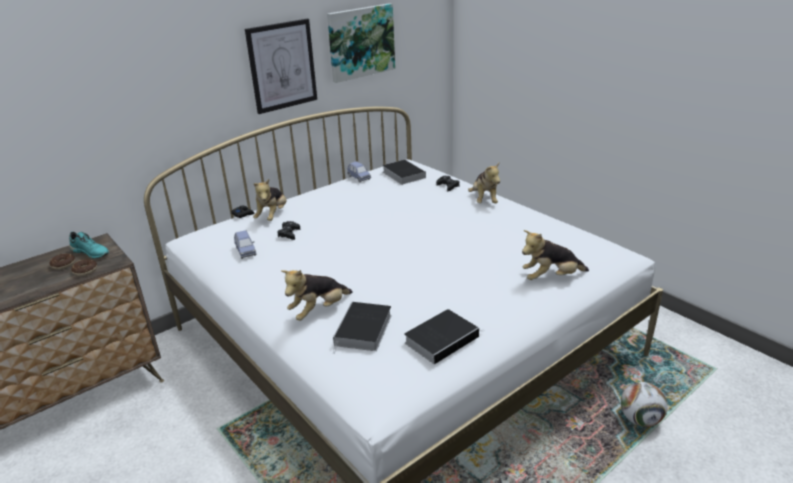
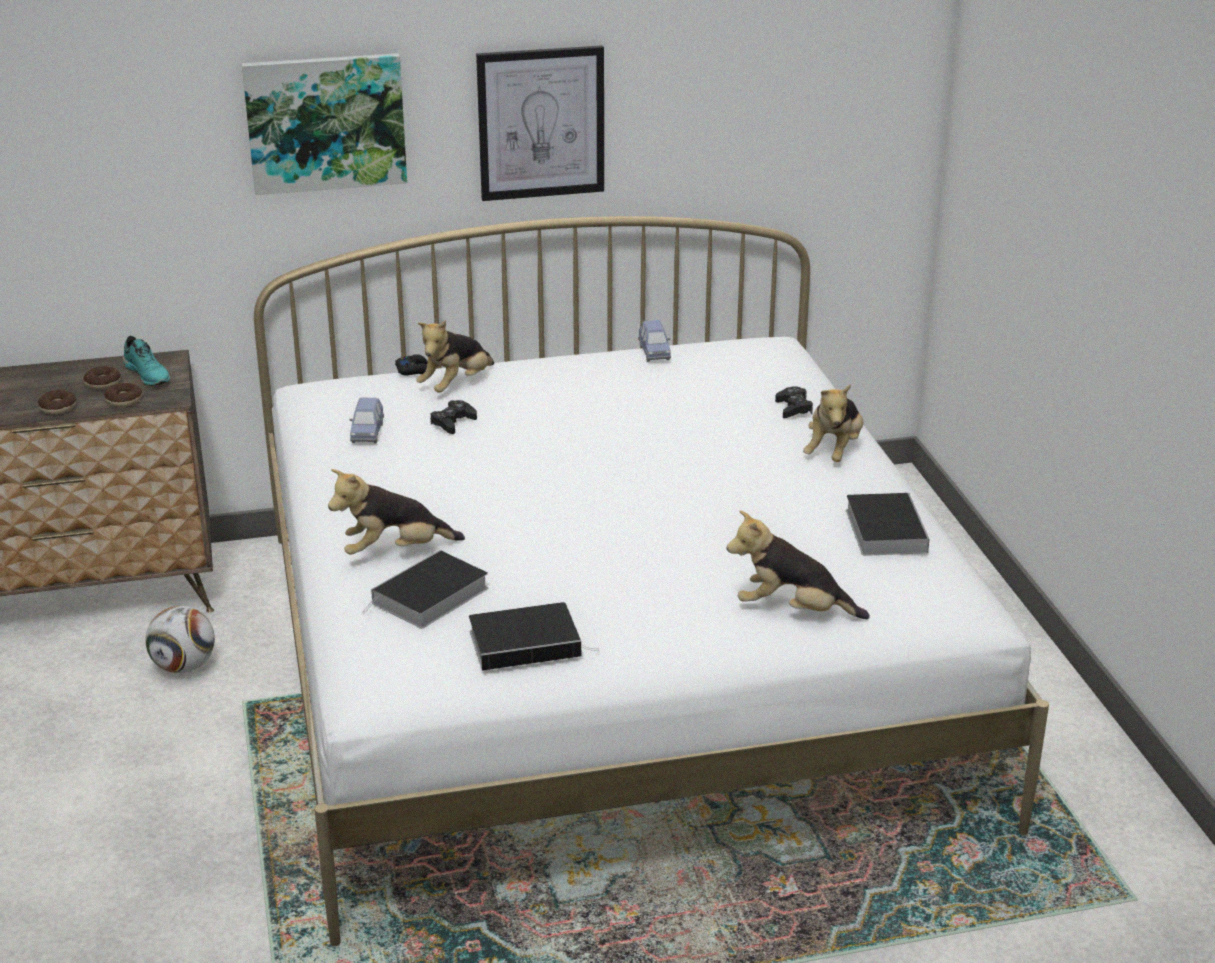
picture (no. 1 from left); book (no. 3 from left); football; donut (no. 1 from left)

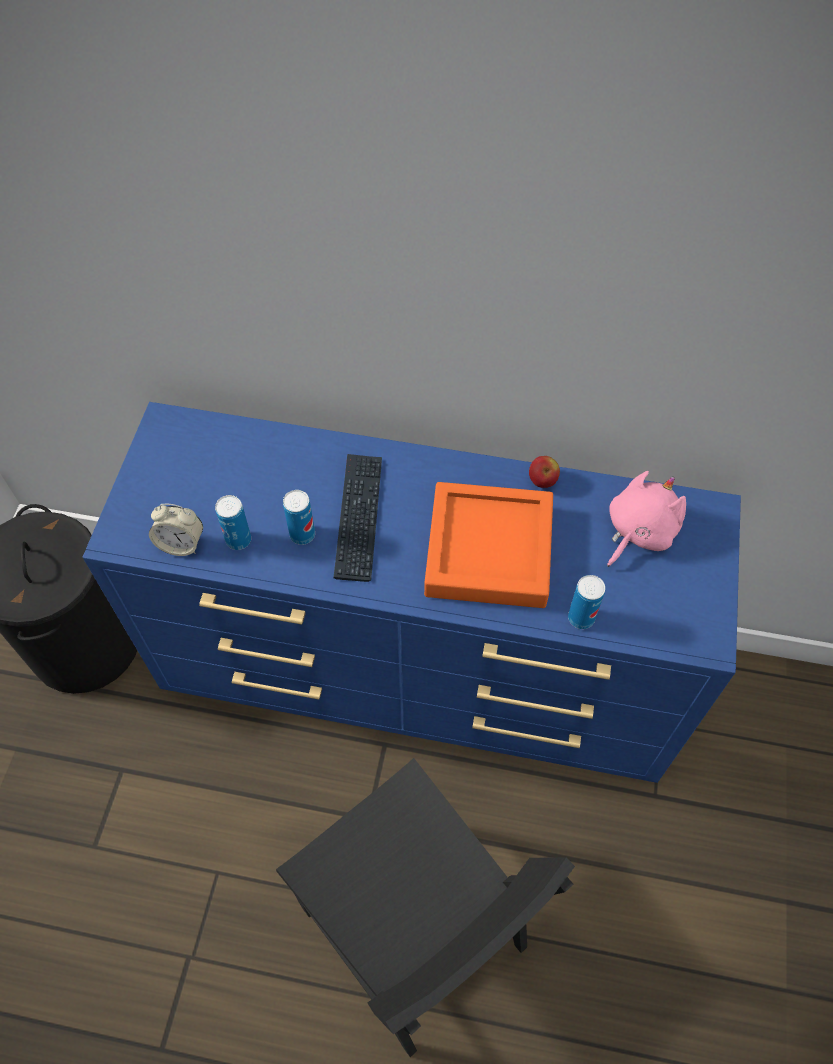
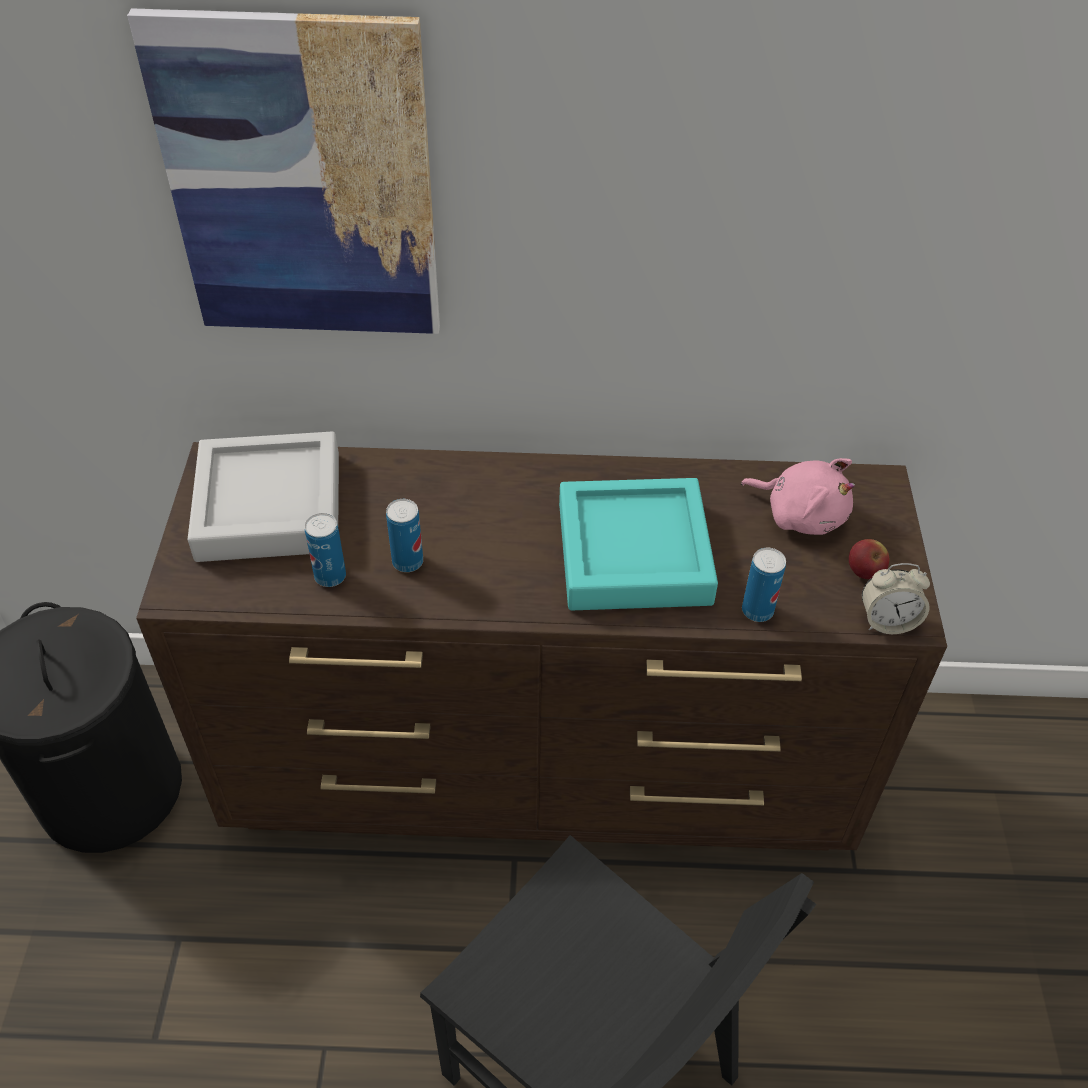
brown dresser; alarm clock; keyboard; turquoise tray; apple; pink plush toy; picture; grey tray

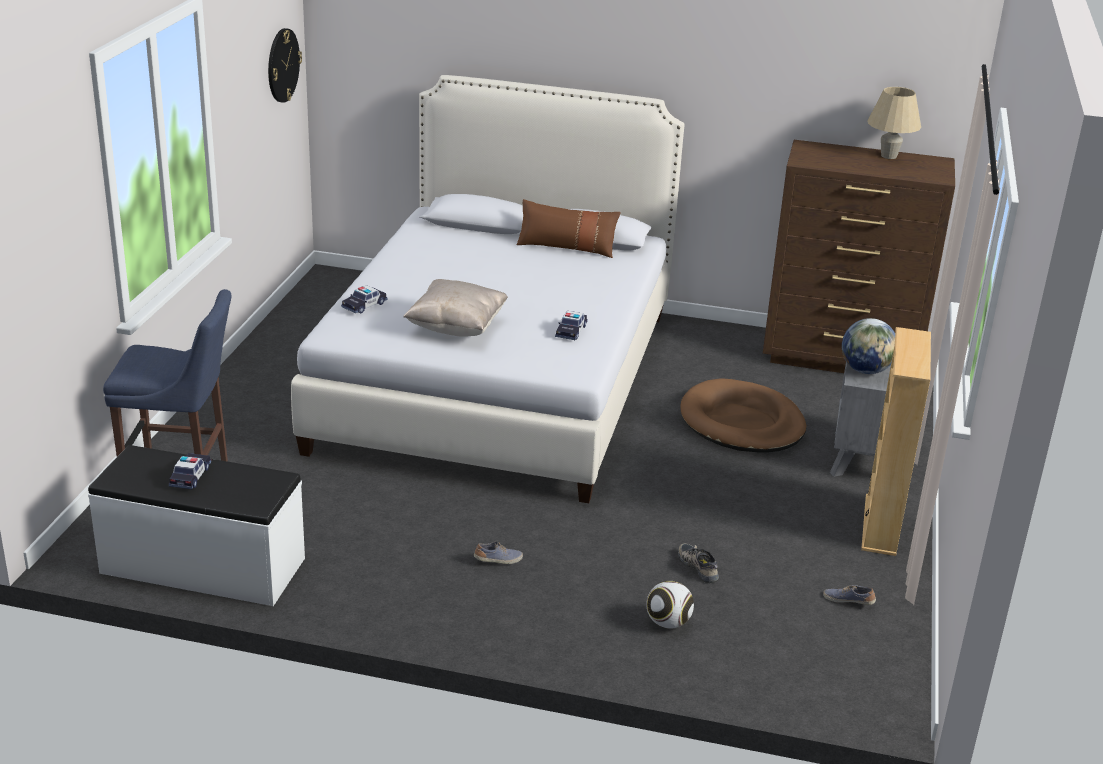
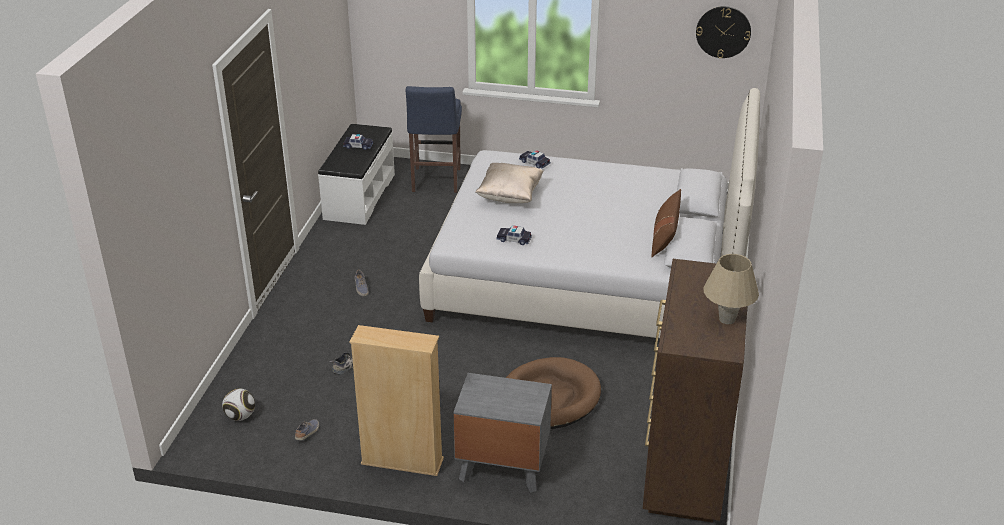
football; globe

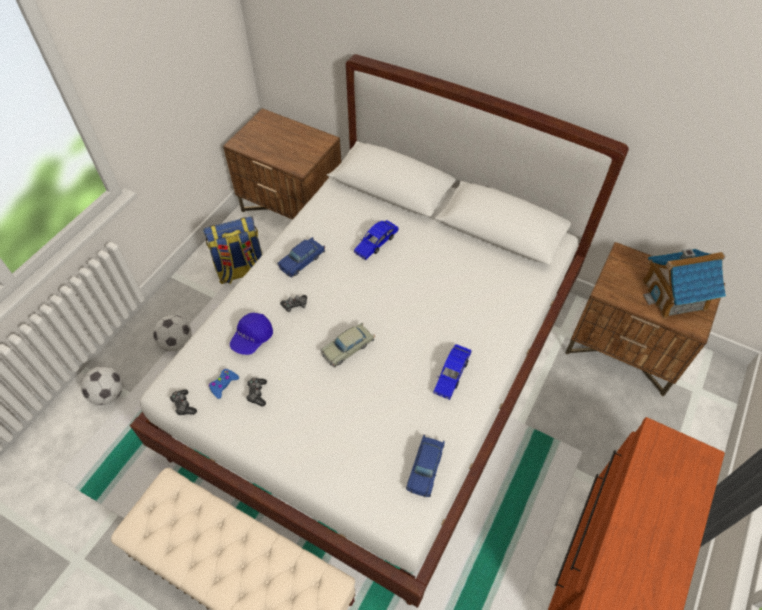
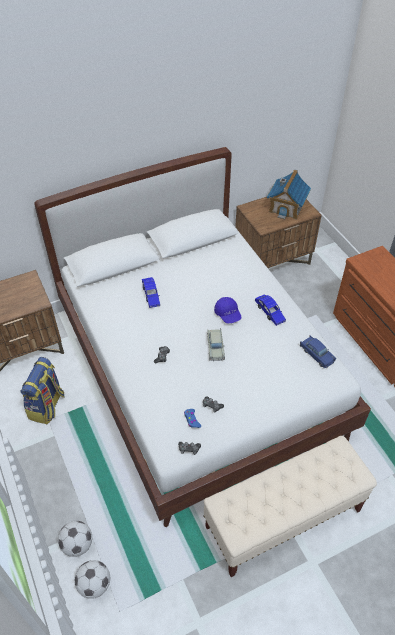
football (no. 2 from left); blue cap; blue toy car (no. 1 from left in the first image)

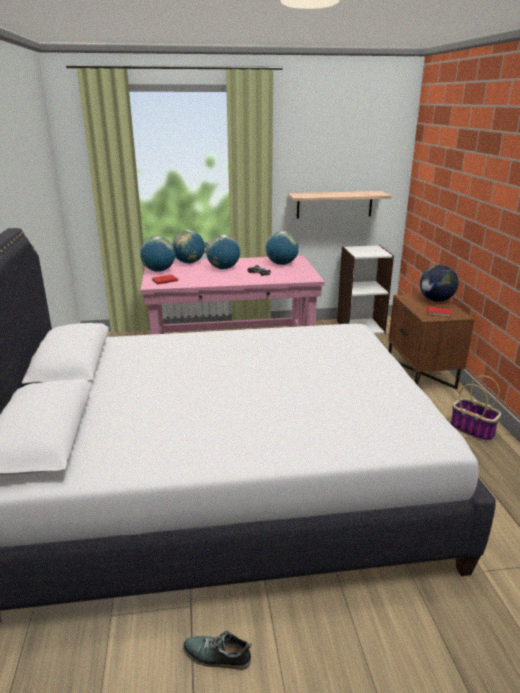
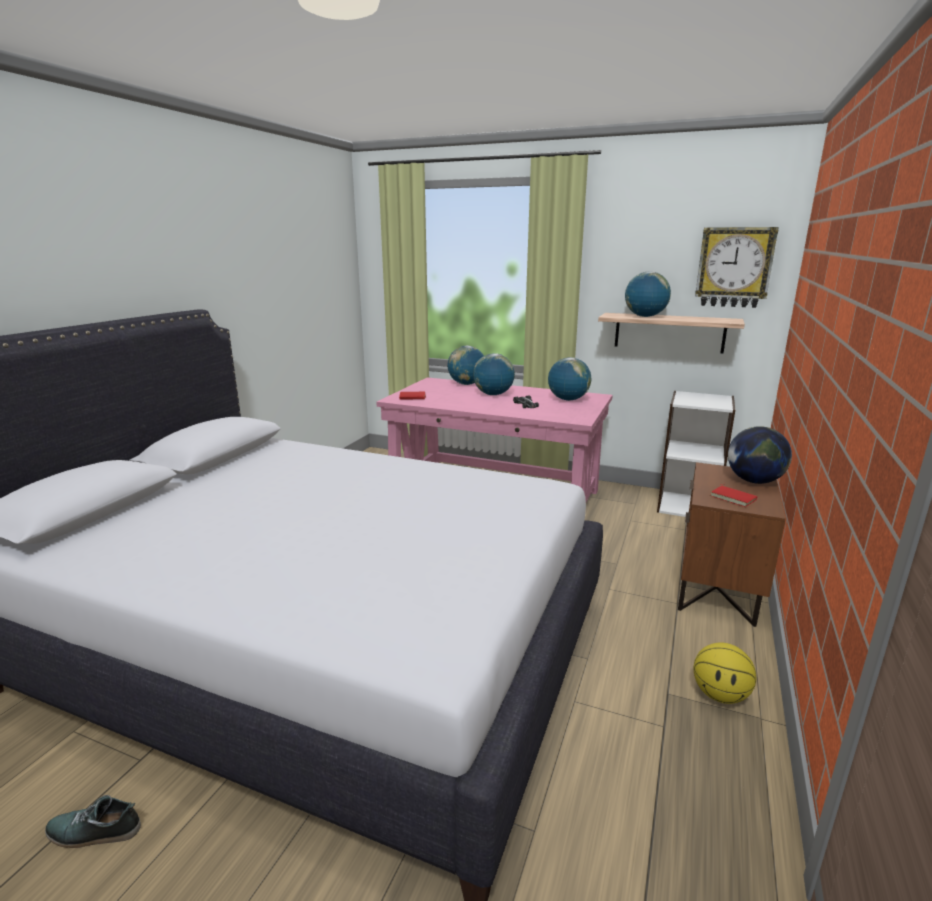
globe (no. 4 from left); shoe; basketball; wall clock

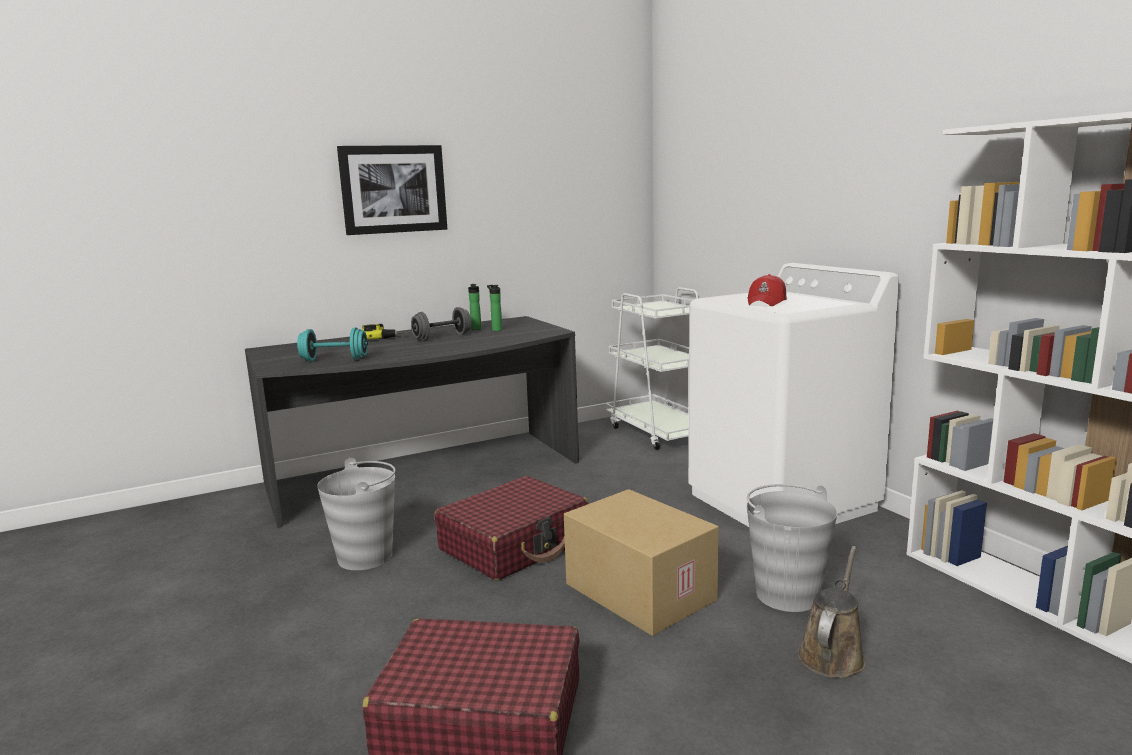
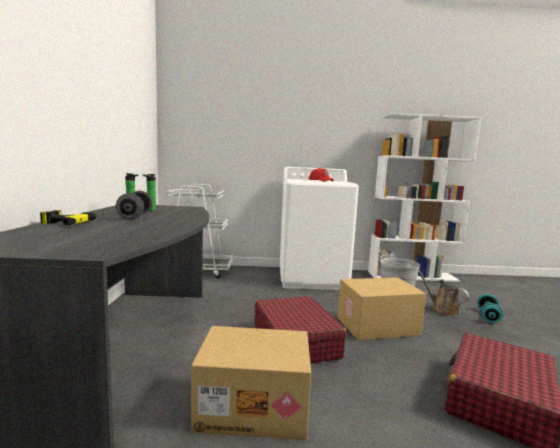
turquoise dumbbell; cardboard box (no. 1 from left); picture

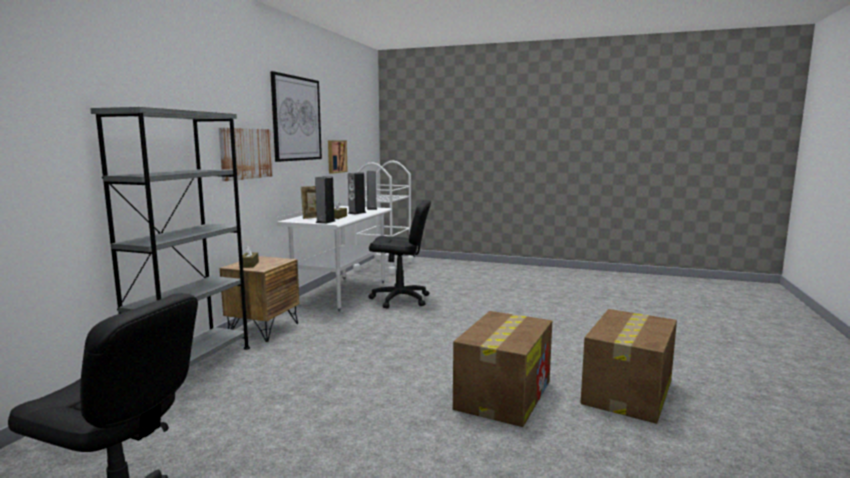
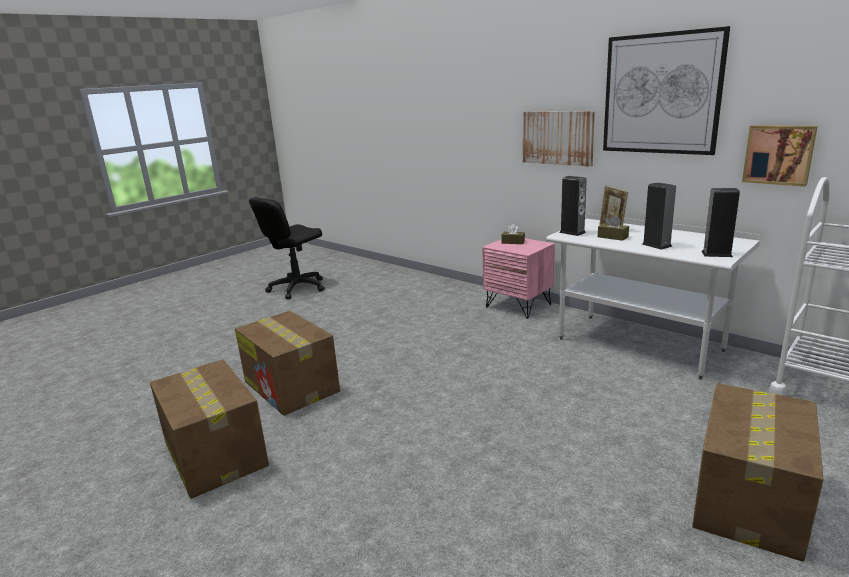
grey bookcase; pink nightstand; black office chair (no. 2 from left in the first image); cardboard box (no. 3 from left)

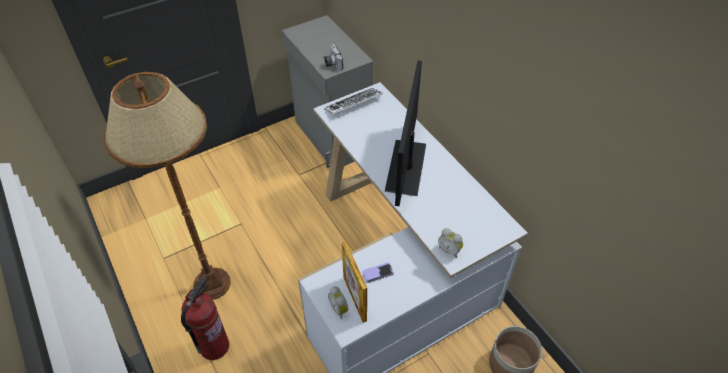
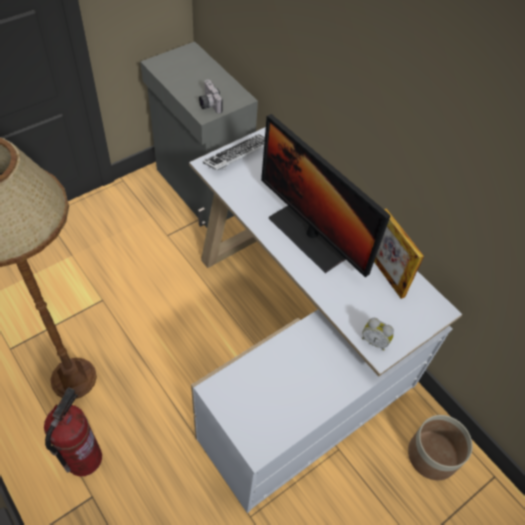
alarm clock (no. 1 from left in the first image); picture frame; phone; monitor

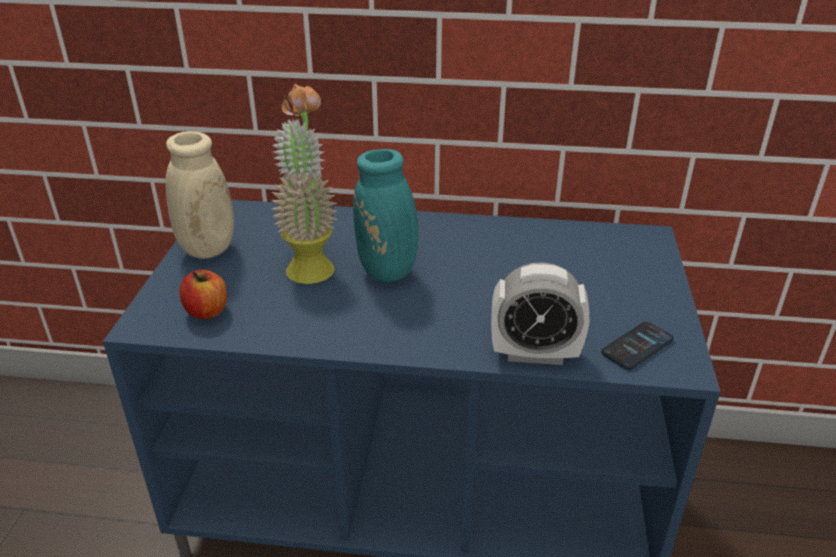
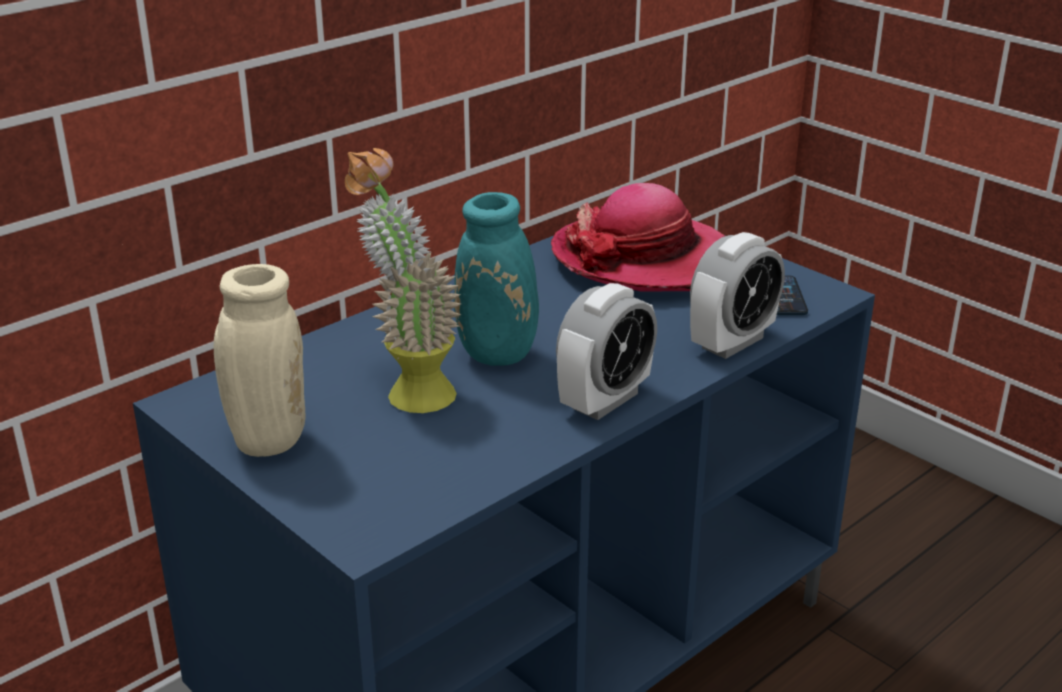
apple; hat; alarm clock (no. 1 from left)

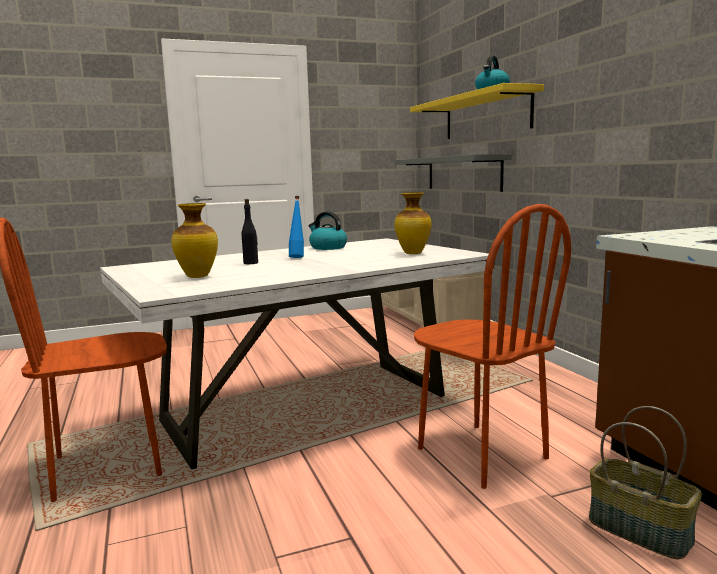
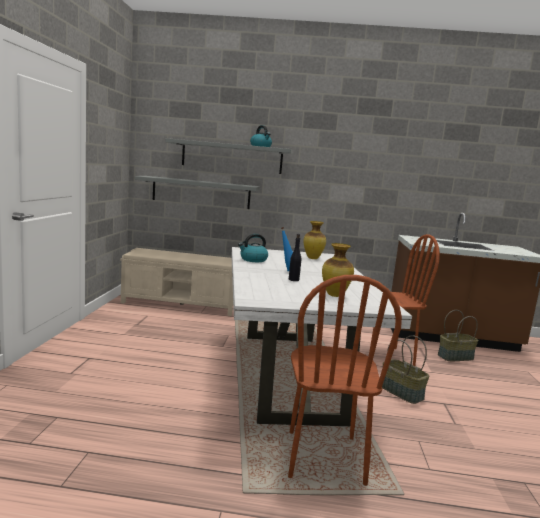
grey shelf (no. 2 from left); basket (no. 1 from left)

